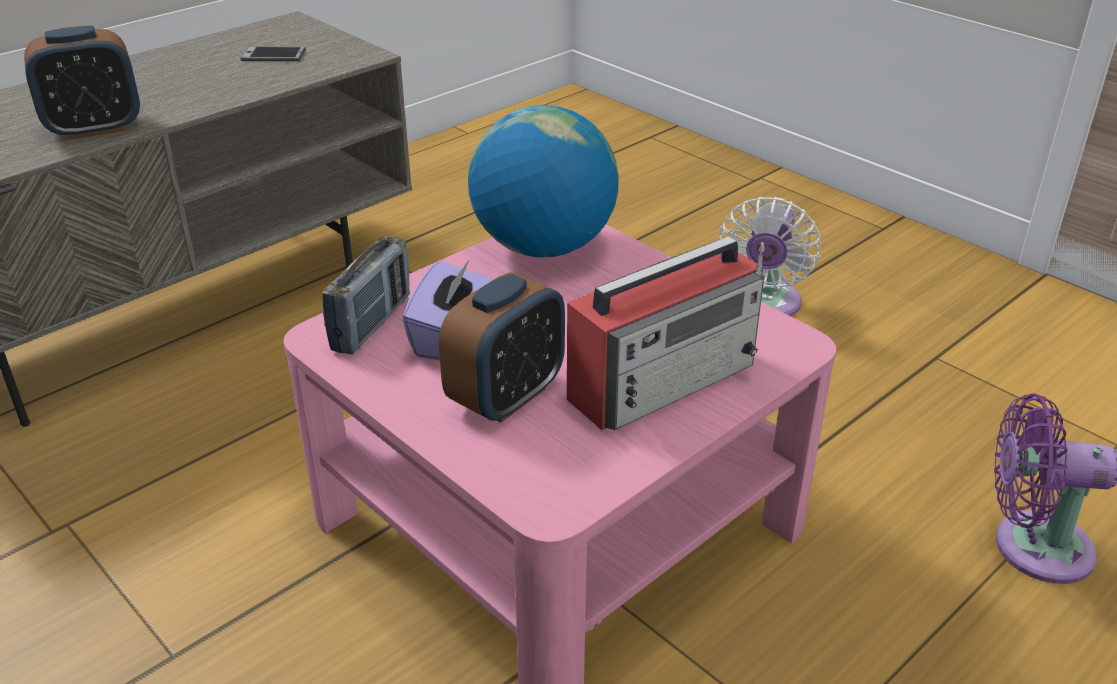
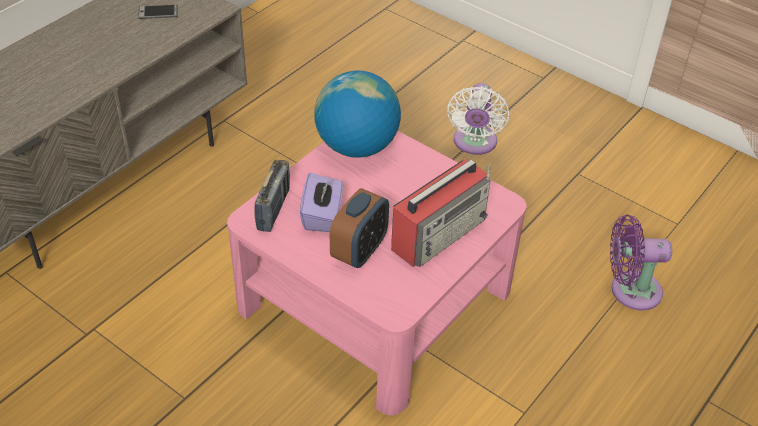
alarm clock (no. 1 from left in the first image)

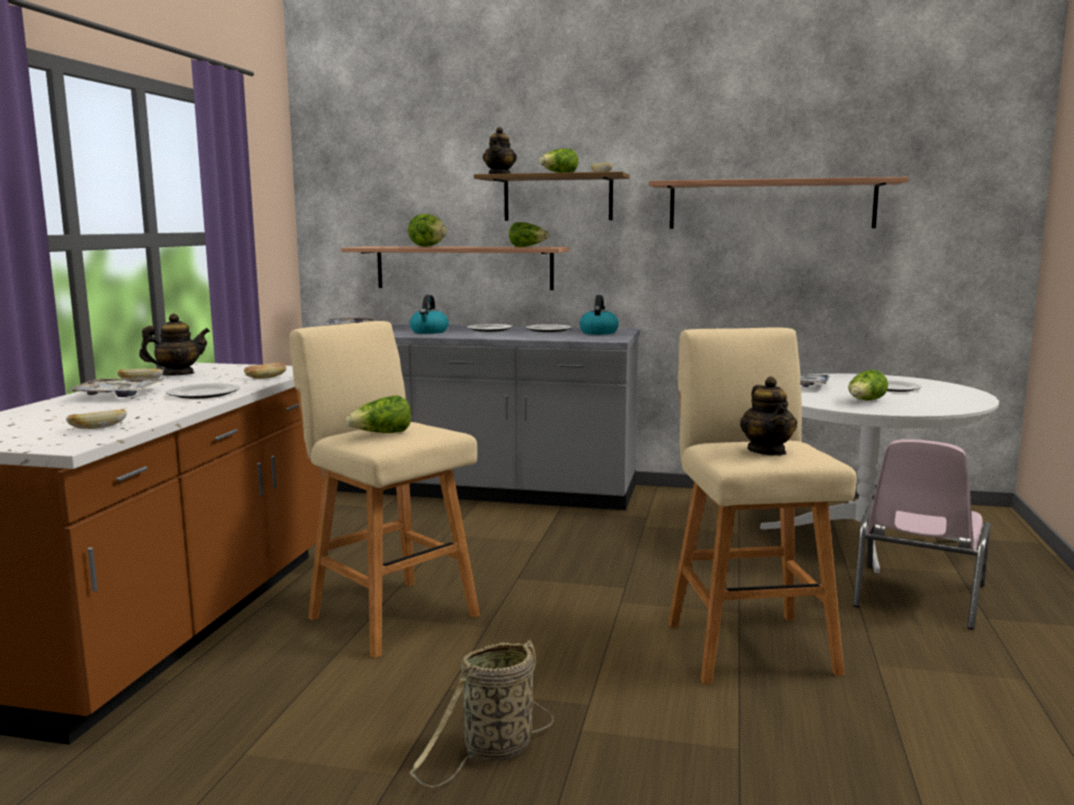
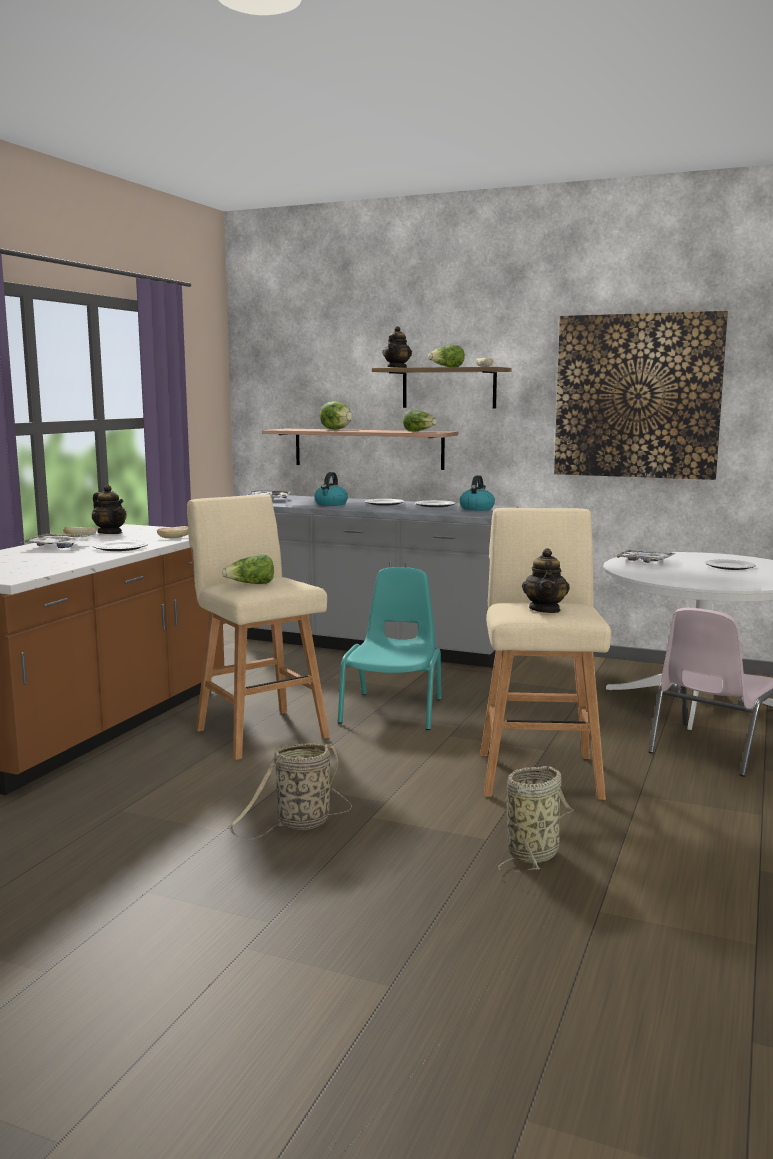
bread (no. 1 from left in the first image); teapot (no. 1 from left); picture; lettuce (no. 5 from left in the first image); turquoise chair; basket (no. 2 from left)

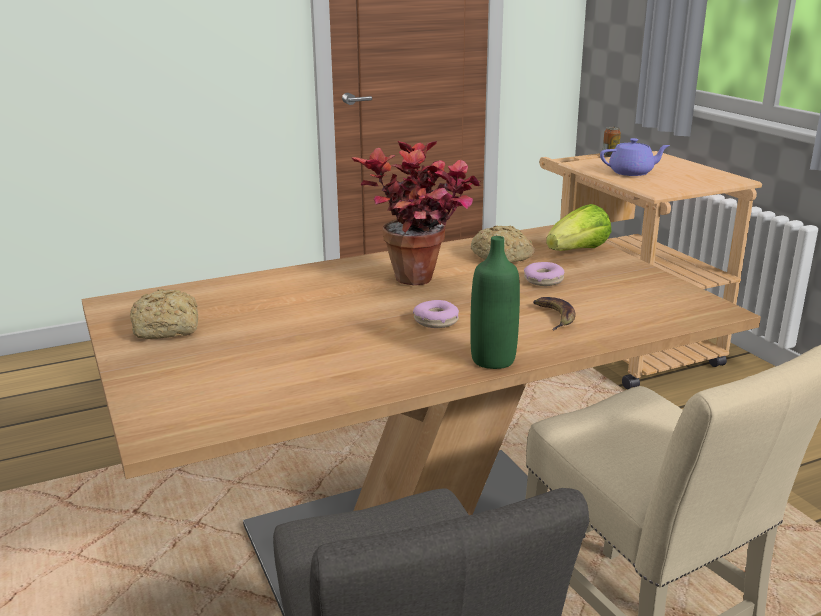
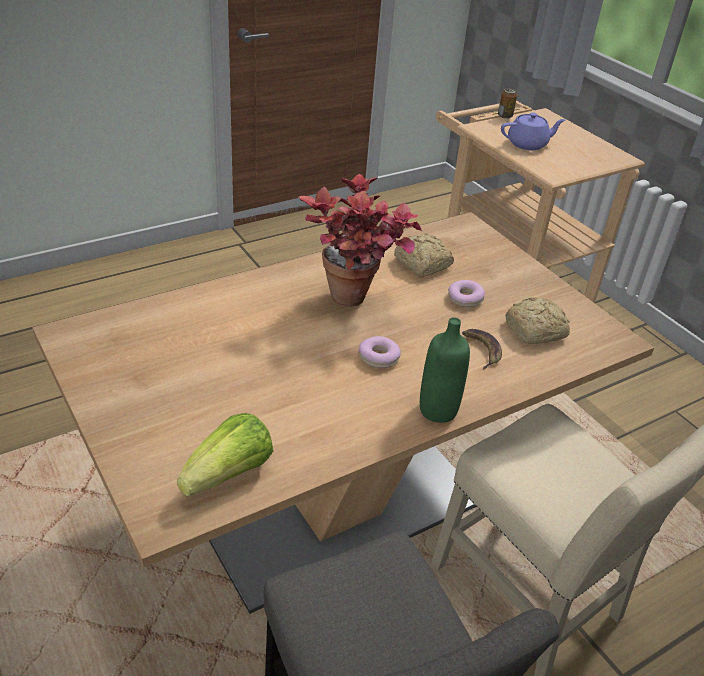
bread (no. 2 from left); lettuce

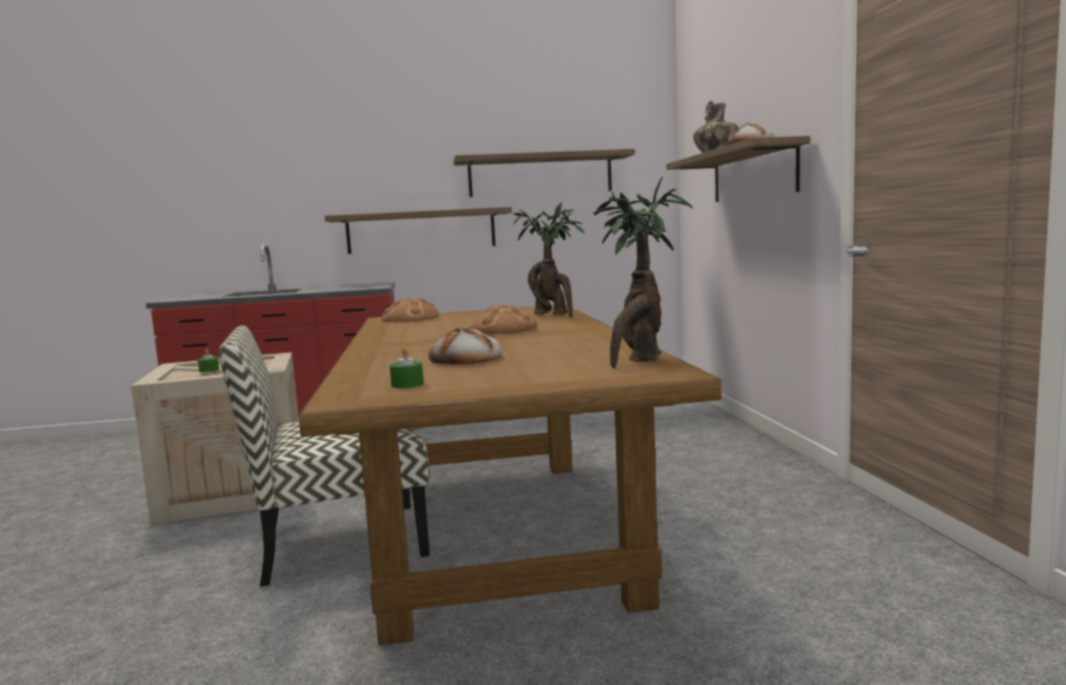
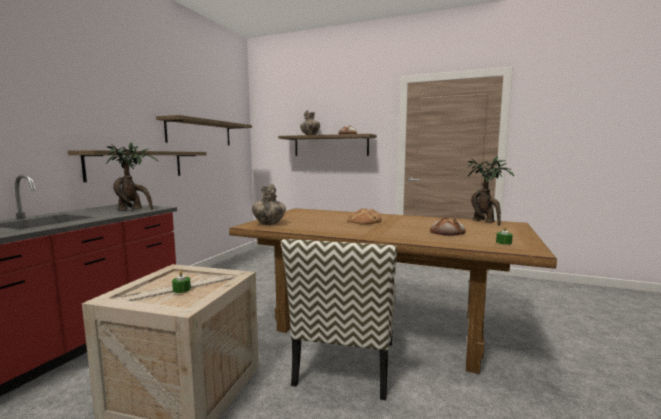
vase (no. 1 from left); potted plant (no. 1 from left)

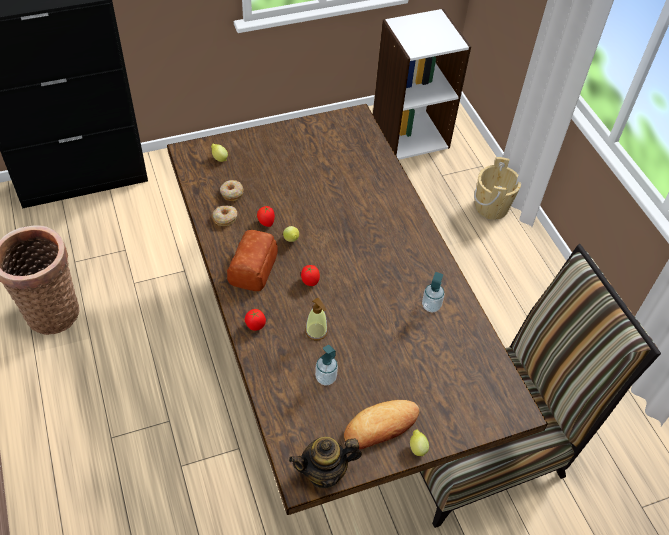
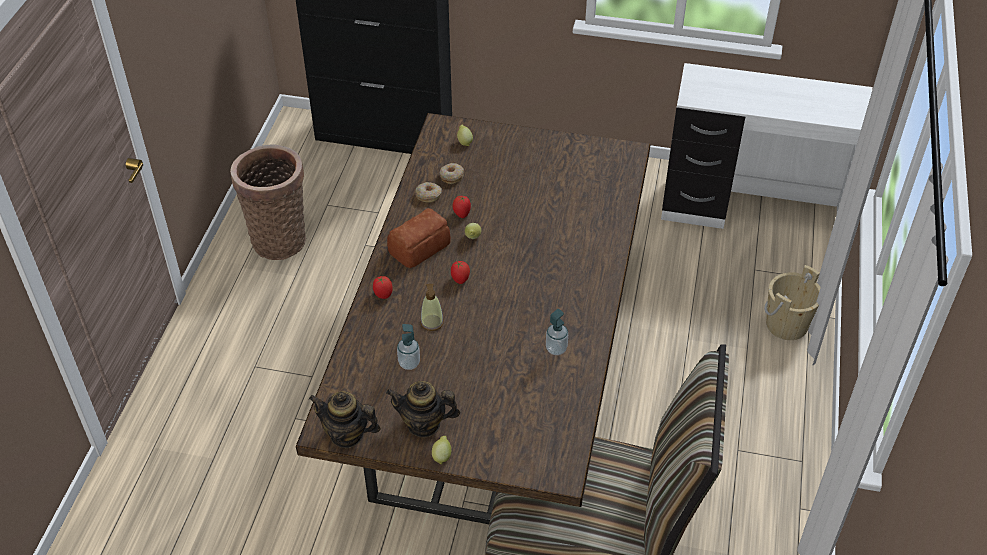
teapot (no. 2 from left); white desk

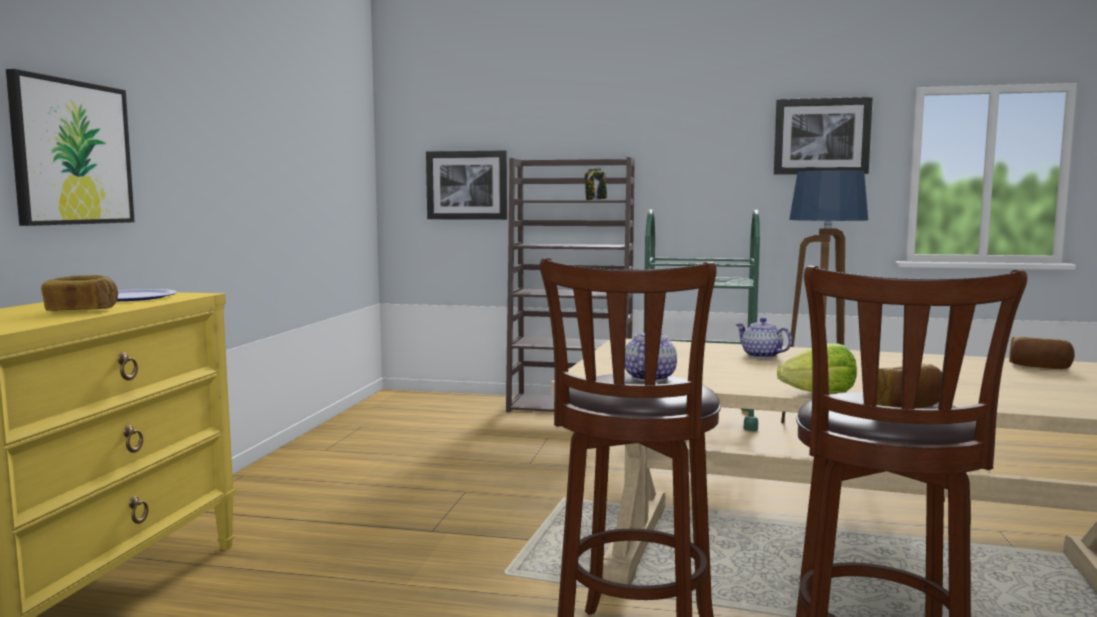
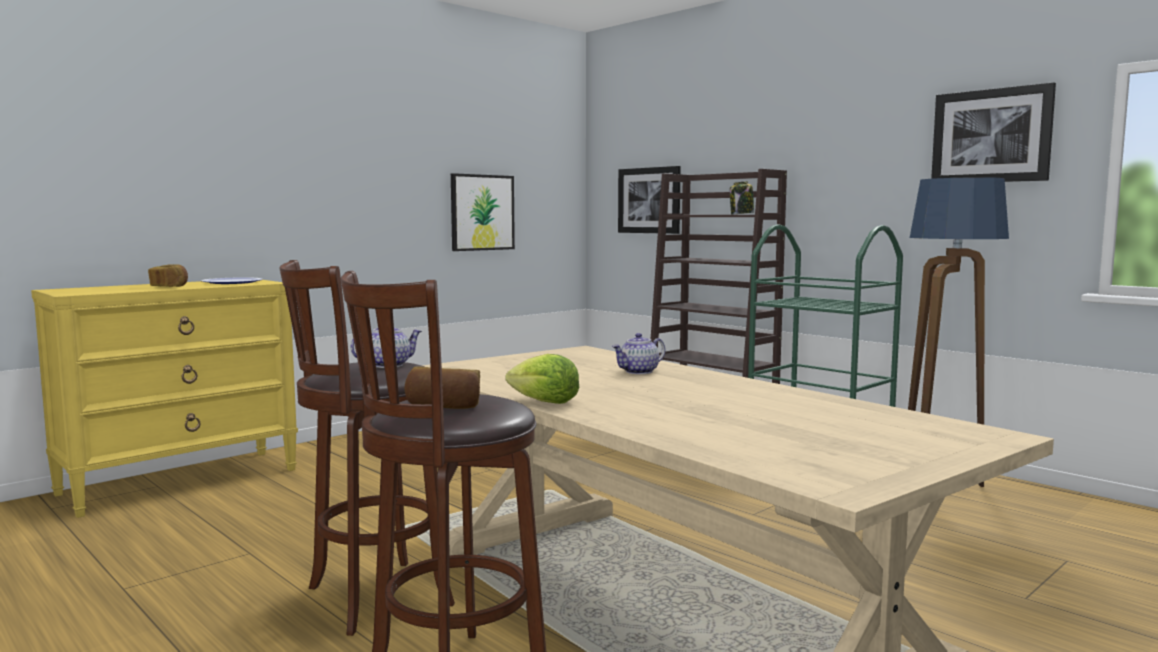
picture (no. 1 from left); teapot (no. 2 from left); bread (no. 3 from left in the first image)

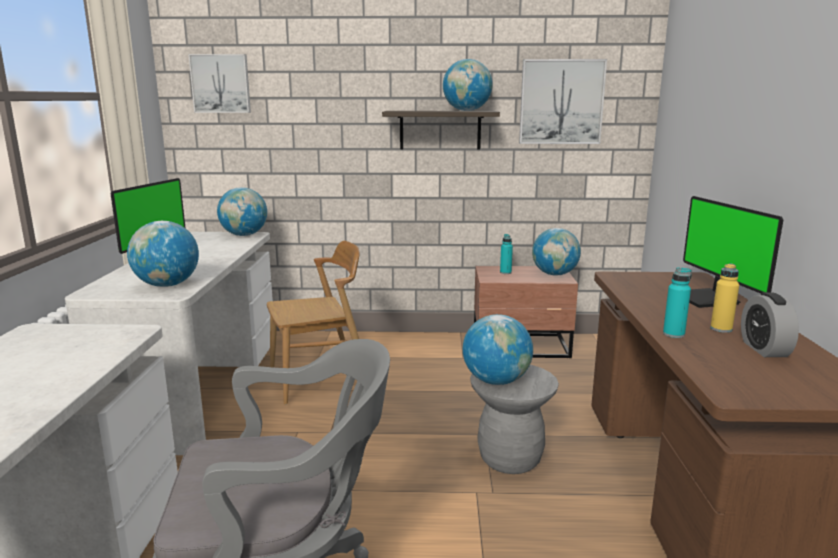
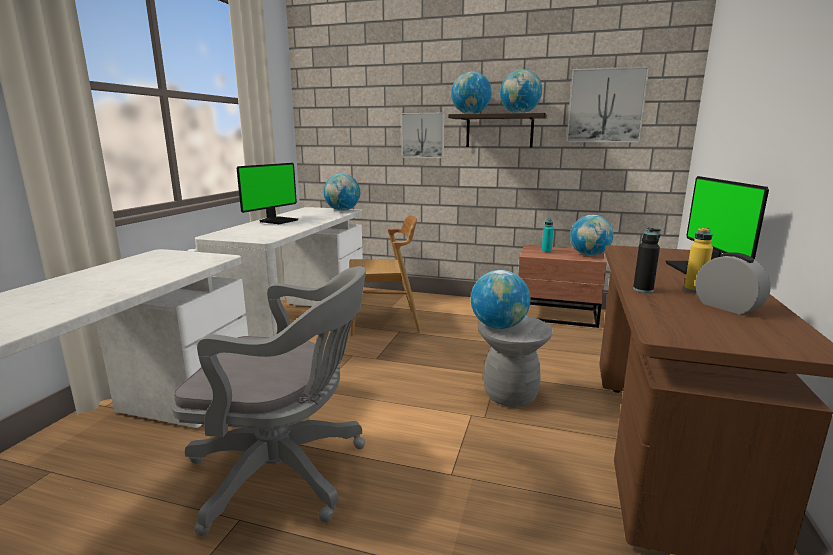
globe (no. 2 from left); picture (no. 1 from left); black bottle; alarm clock

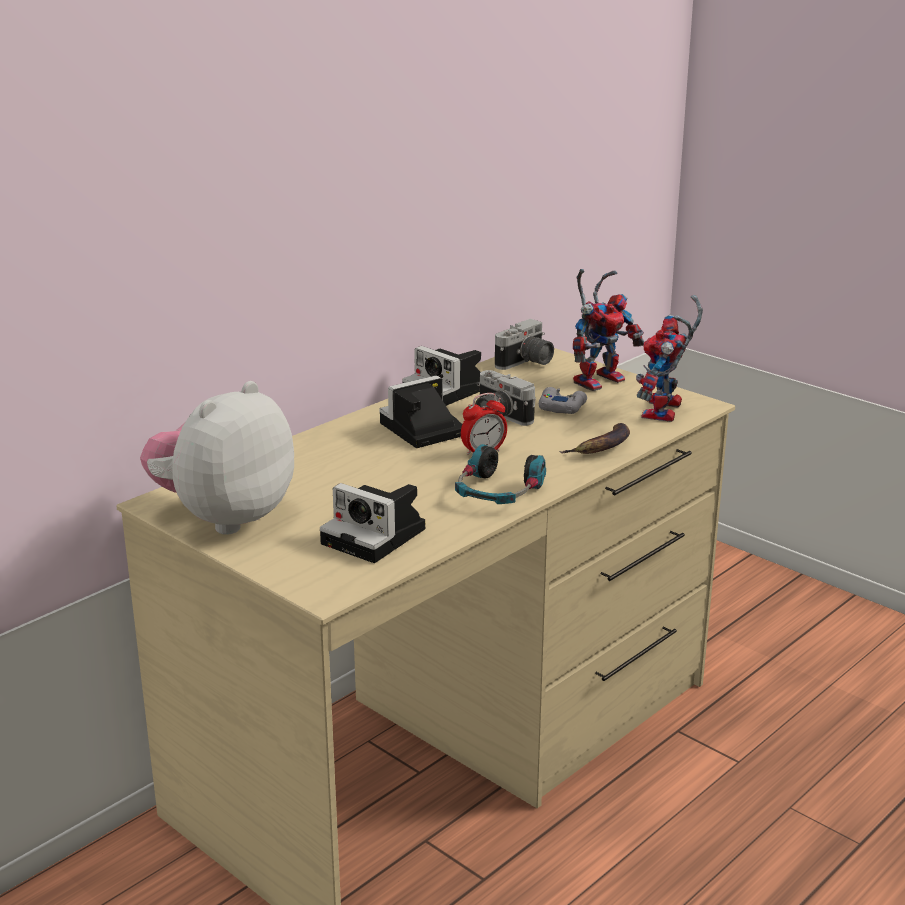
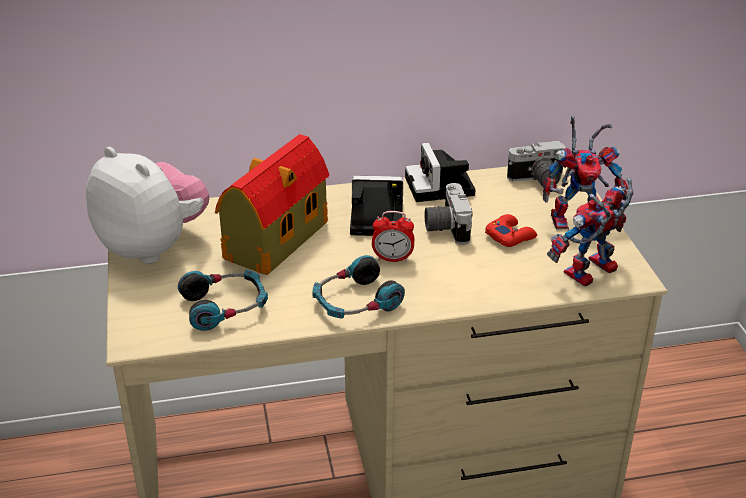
plush toy; headphones (no. 1 from left); red game controller; banana; toy house

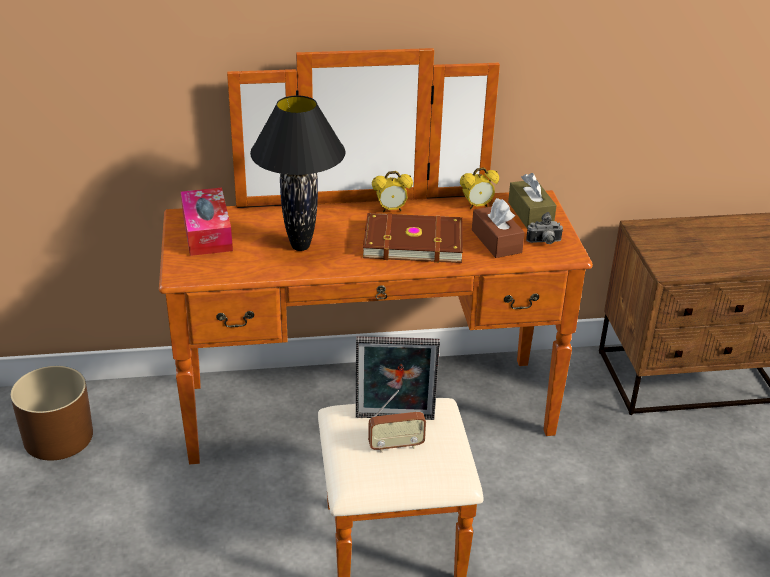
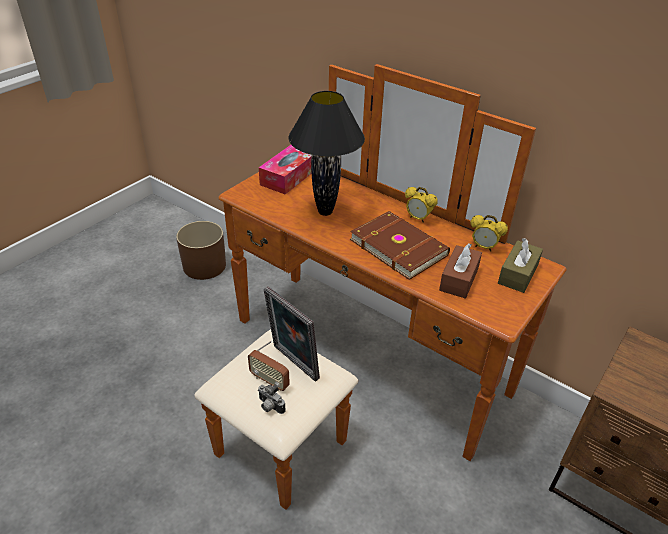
photo camera

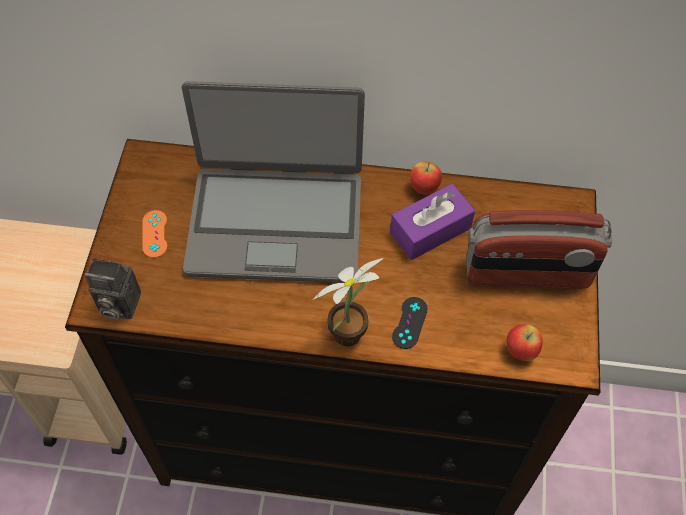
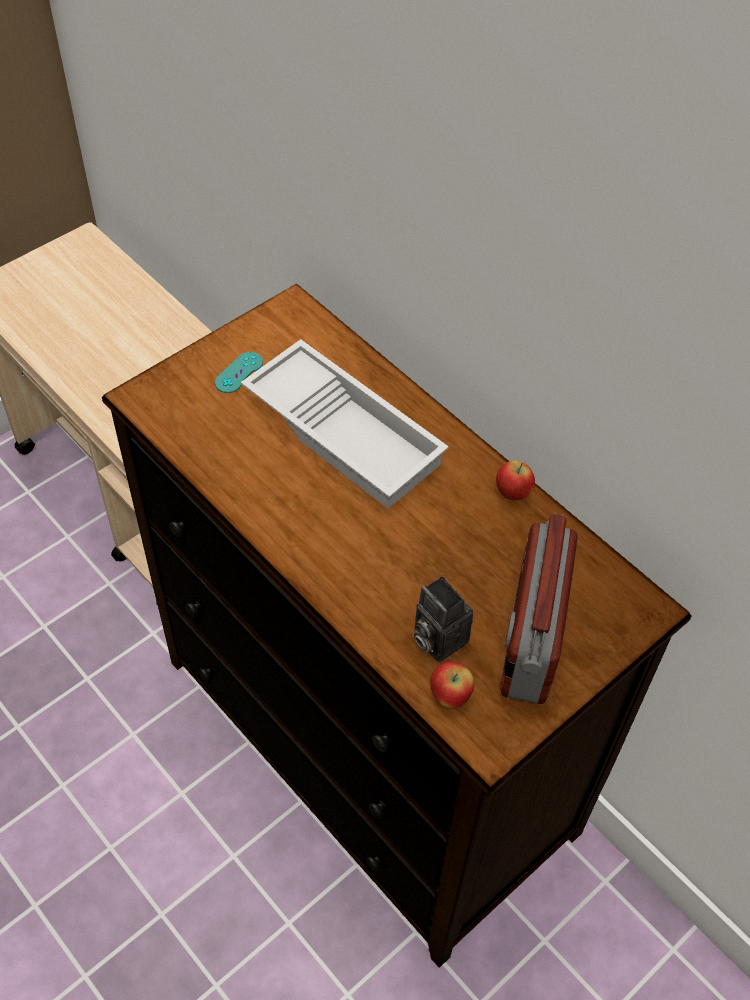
photo camera; turquoise game controller; white tray; potted plant; purple tissue box; black game controller; radio

